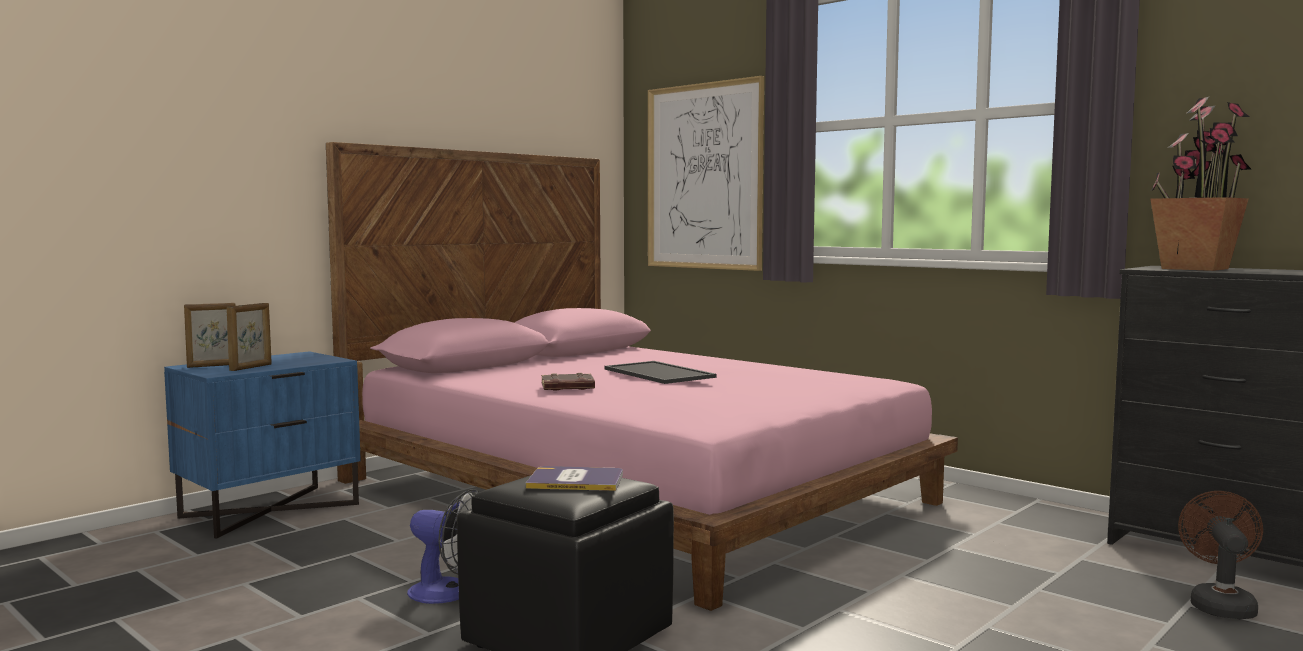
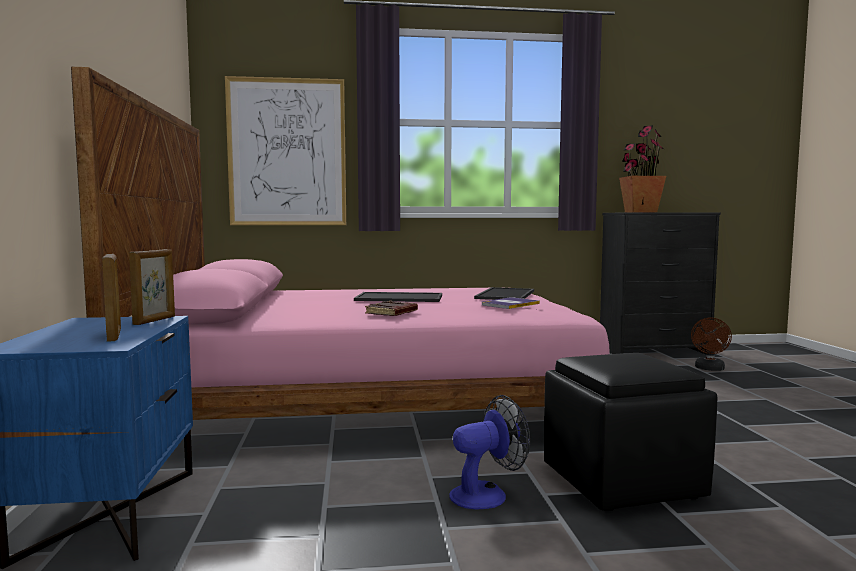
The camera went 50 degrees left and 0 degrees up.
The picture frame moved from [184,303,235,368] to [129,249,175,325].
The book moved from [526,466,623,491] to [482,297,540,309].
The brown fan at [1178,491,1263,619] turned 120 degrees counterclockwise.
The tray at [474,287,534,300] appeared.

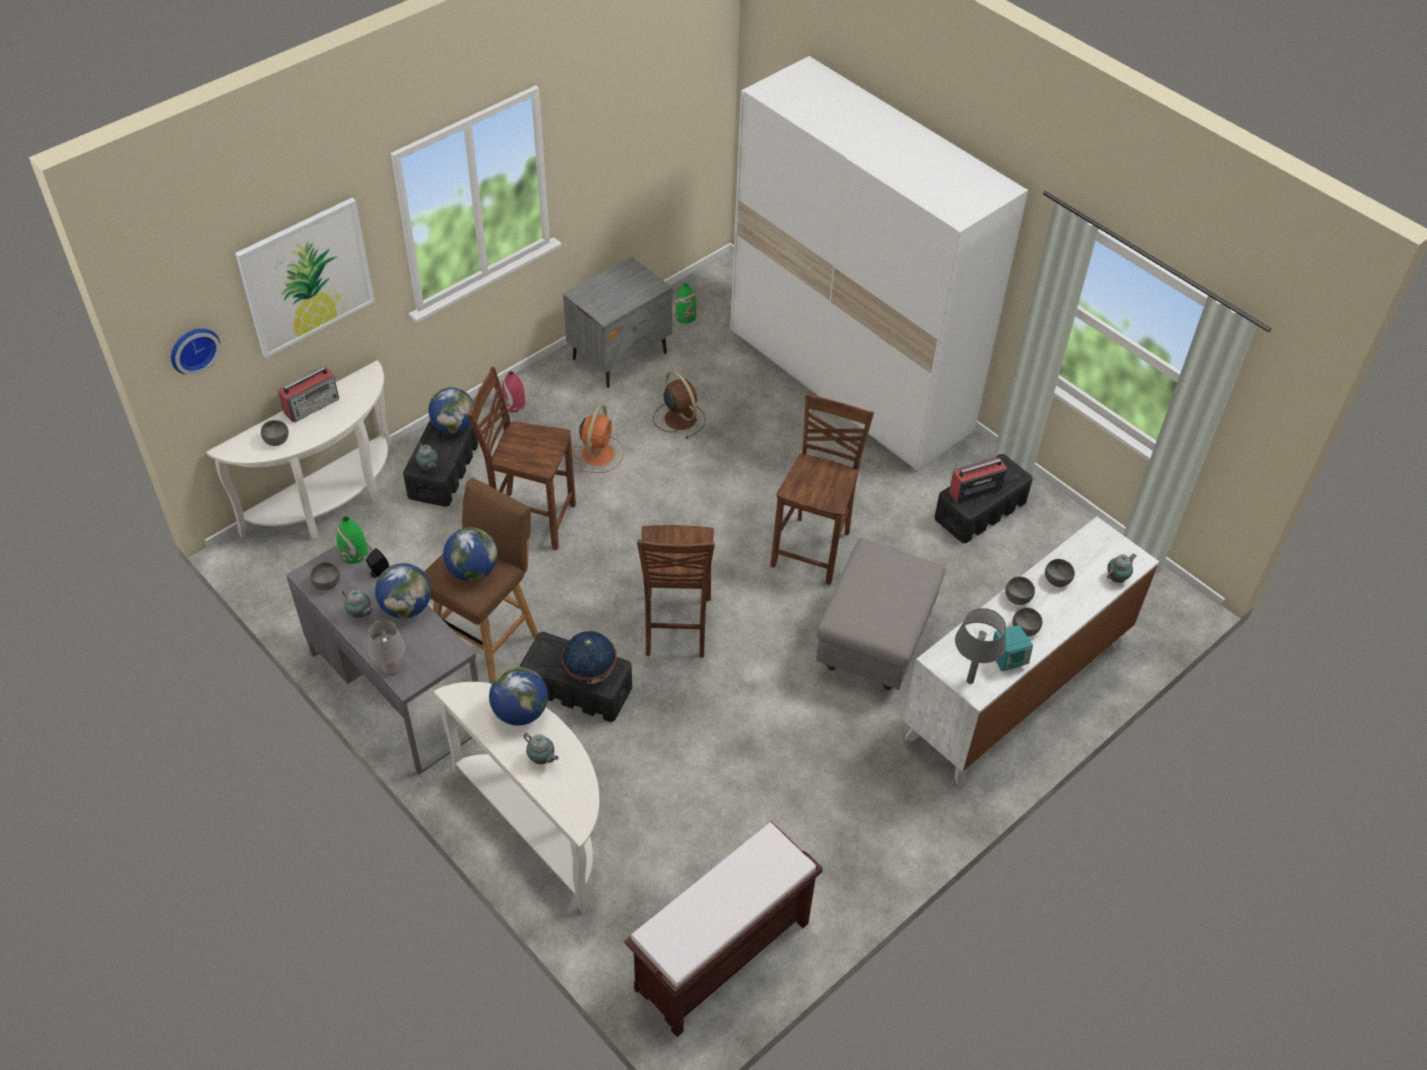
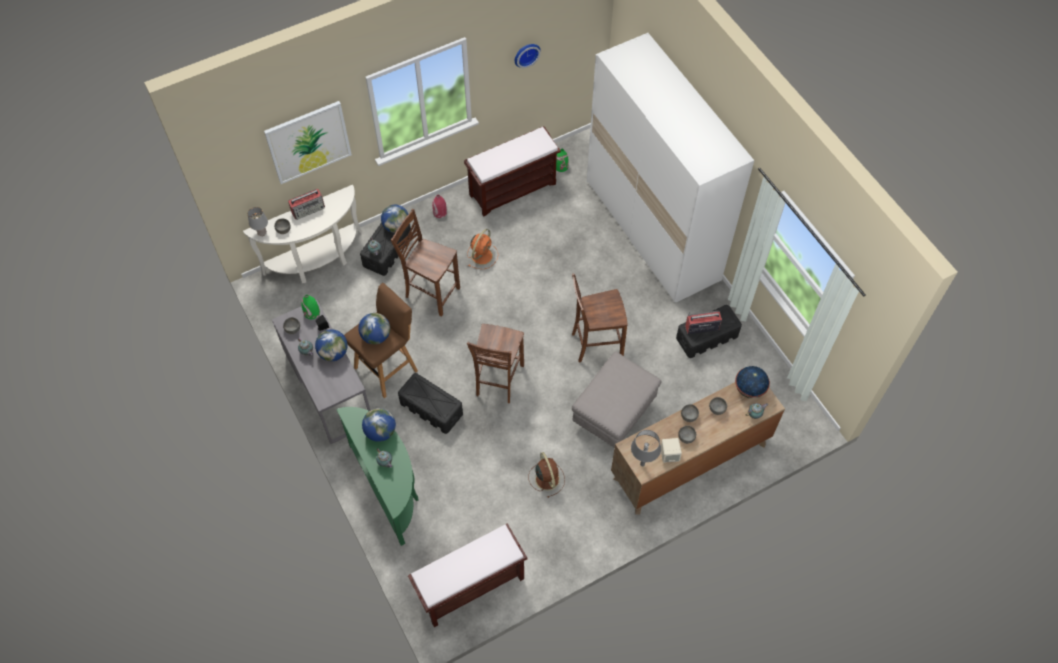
The camera went 15 degrees right and 10 degrees up.
The wall clock moved from [171,328,220,375] to [515,44,541,68].
The grey table lamp moved from [368,619,405,675] to [248,207,268,236].
The white console table at [434,682,600,913] became the green console table at [336,407,419,546].
The globe moved from [562,631,617,684] to [735,366,770,399].
The grey nightstand at [563,257,672,388] was replaced by the brown bench at [464,126,561,217].
The brown fan moved from [653,371,706,439] to [528,452,565,498].
The brown chair at [770,393,874,585] turned 135 degrees counterclockwise.
The white dresser at [903,517,1159,786] became the brown dresser at [611,382,785,515].
The turquoise speaker at [993,625,1033,671] became the beige speaker at [661,438,682,463].

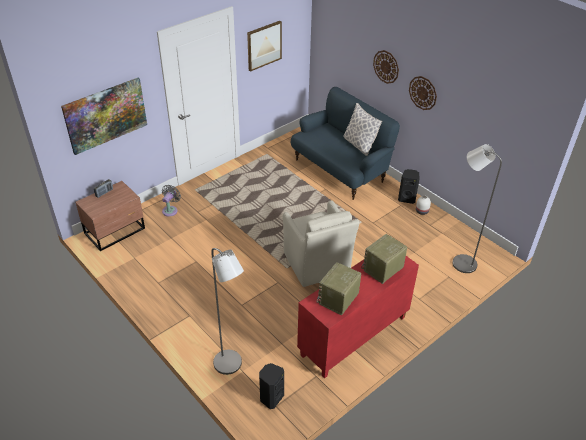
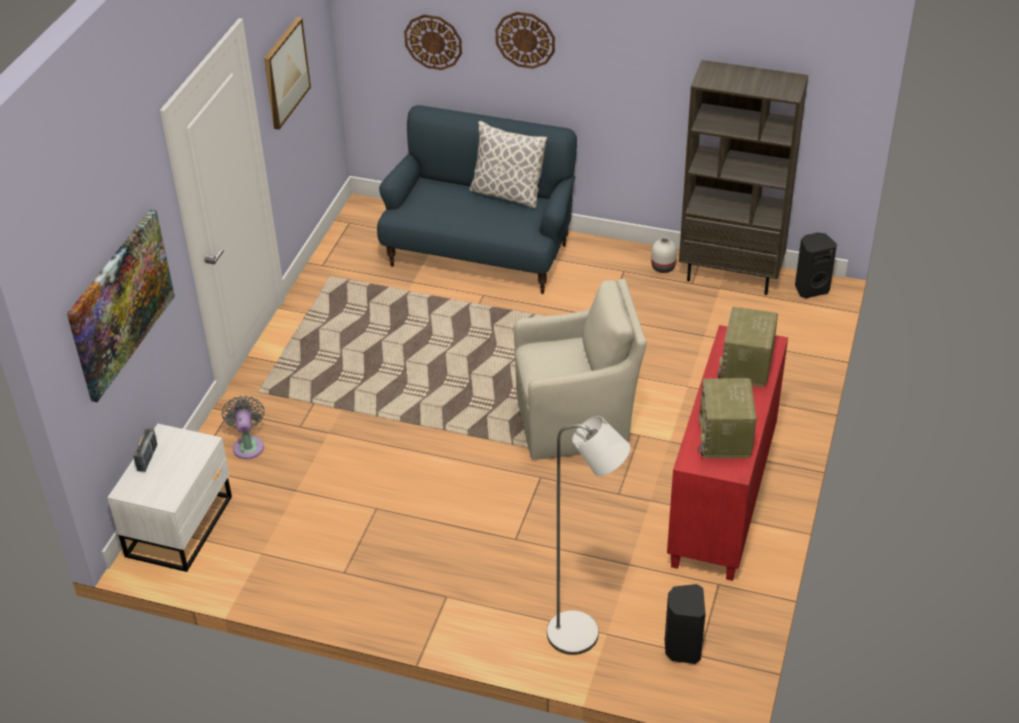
The camera went 30 degrees left and 0 degrees up.
The brown nightstand at [75,181,145,251] became the white nightstand at [107,424,232,572].
The beige armchair at [283,200,359,287] turned 45 degrees counterclockwise.
The black speaker moved from [398,169,420,204] to [795,232,837,298].
The wall clock moved from [409,76,437,110] to [404,14,462,70].
The grey floor lamp at [452,144,502,273] disappeared.
The brown bookcase at [679,60,808,295] appeared.

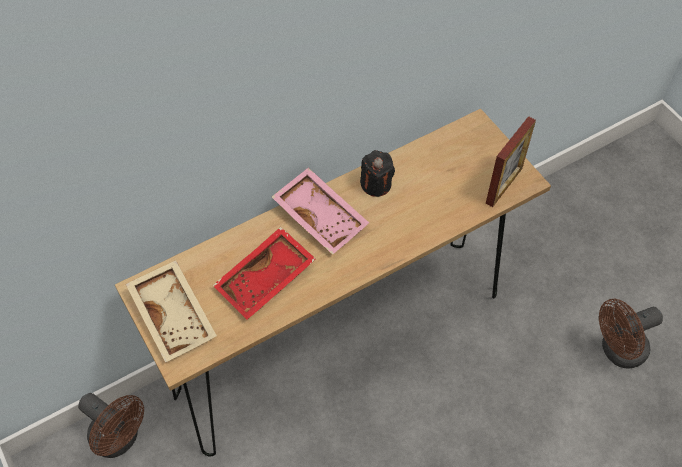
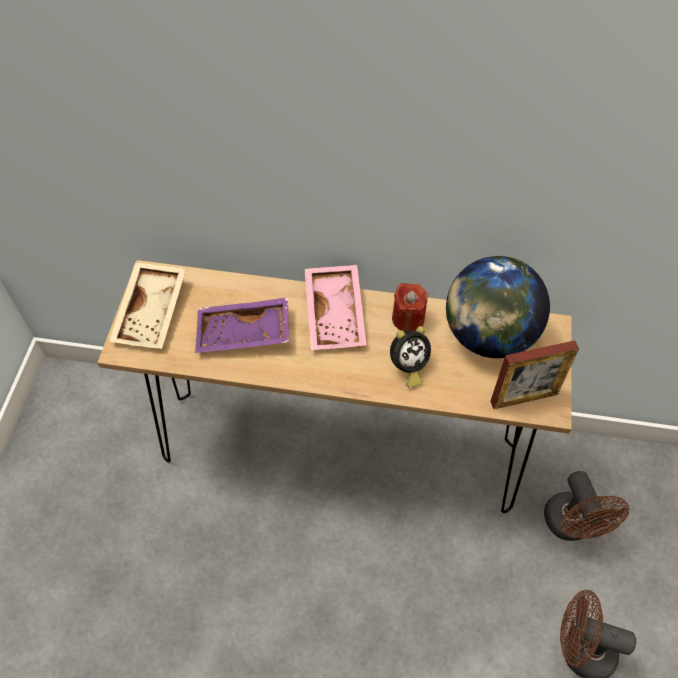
The camera went 40 degrees right and 0 degrees up.
The brown fan moved from [78,393,144,458] to [544,471,629,541].
The red tray at [213,227,316,320] became the purple tray at [195,297,289,353].
The black candle at [360,150,395,197] became the red candle at [392,283,428,331].
The alarm clock at [390,326,431,387] appeared.
The globe at [446,256,550,358] appeared.

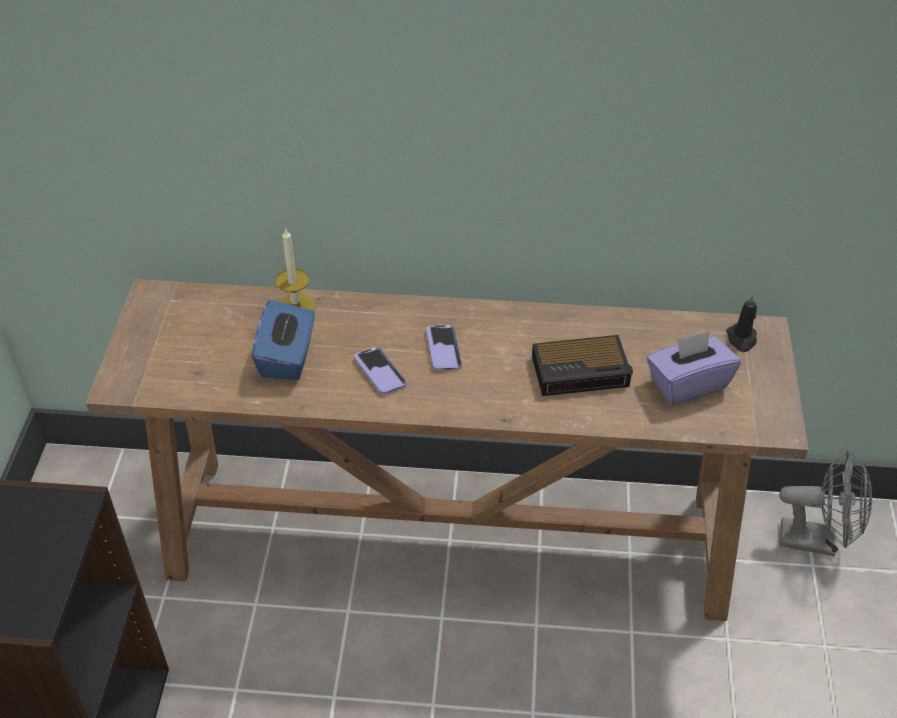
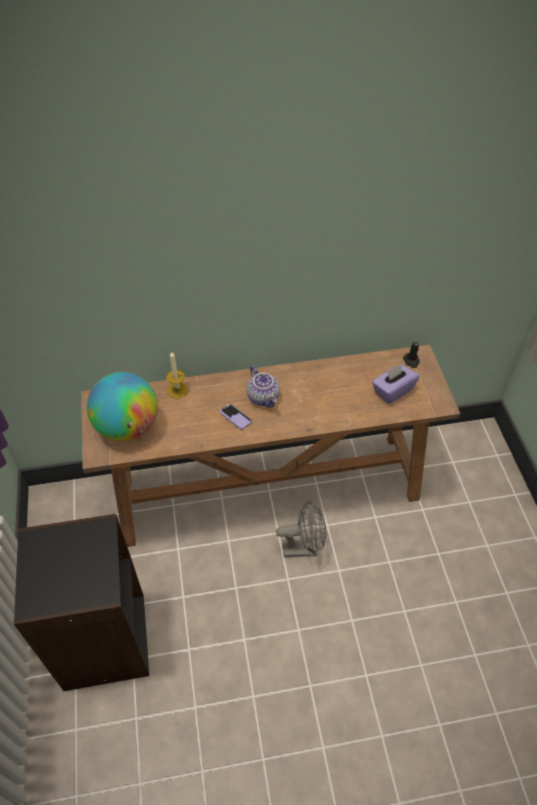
The camera went 15 degrees left and 5 degrees up.
The blue tissue box at [252,300,315,380] disappeared.
The phone at [426,325,462,371] was replaced by the teapot at [247,365,280,408].
The alarm clock at [532,335,633,396] disappeared.
The grey fan moved from [779,450,872,556] to [276,501,326,557].
The globe at [87,372,158,442] appeared.

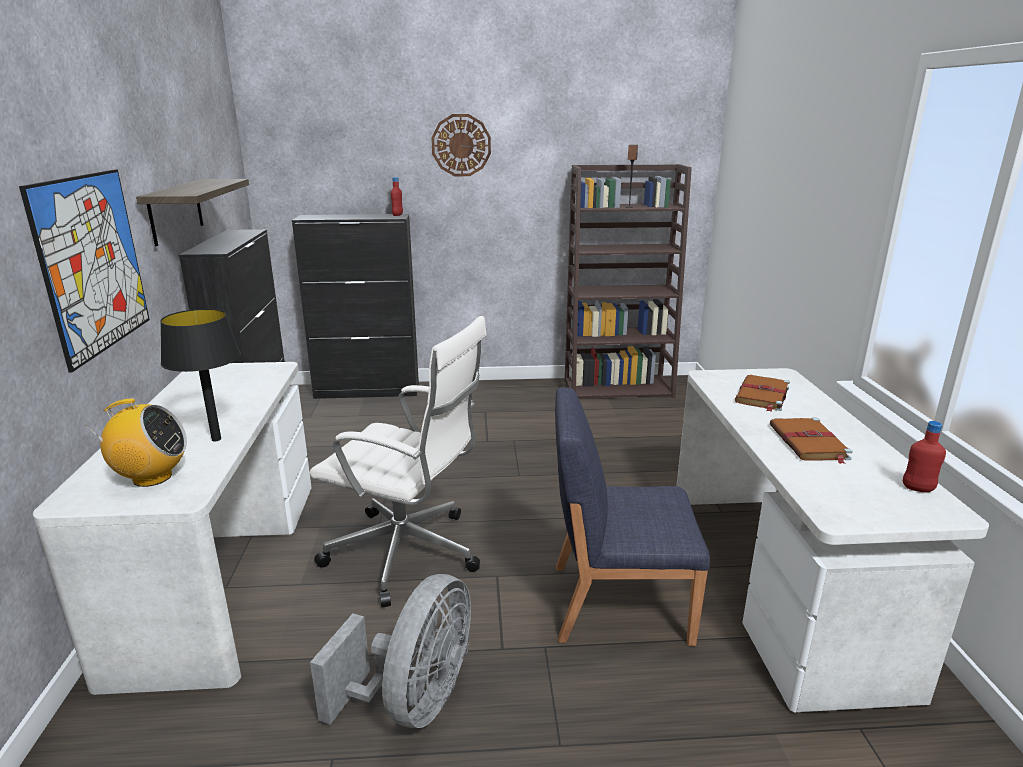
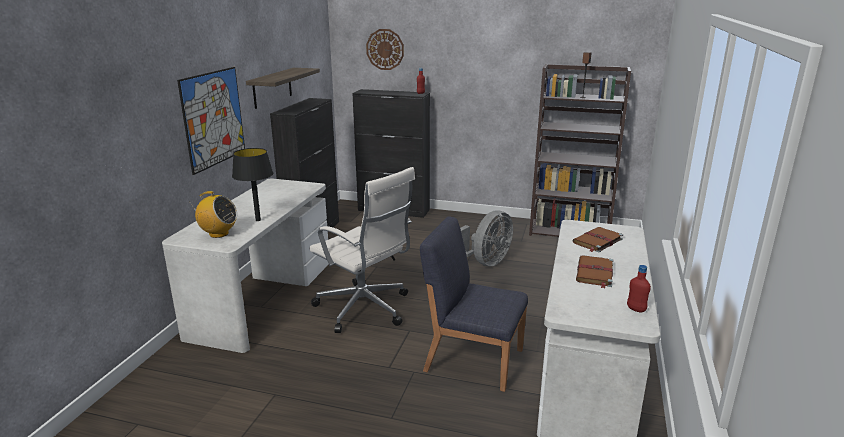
The camera went 20 degrees right and 0 degrees up.
The grey fan moved from [310,574,471,728] to [460,210,513,266].
The wall clock moved from [431,114,491,176] to [366,29,404,70].

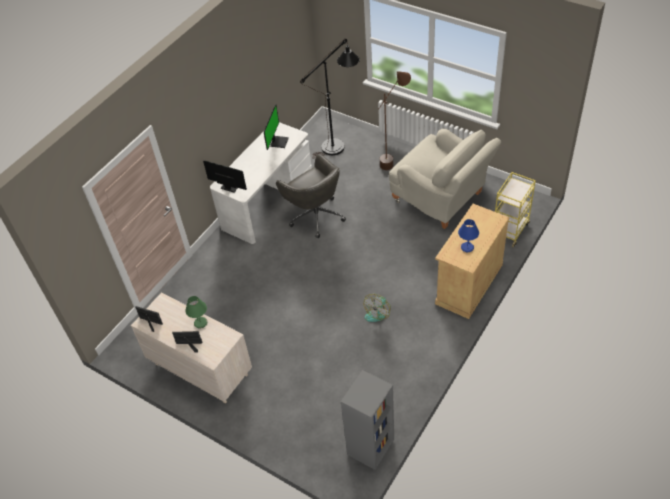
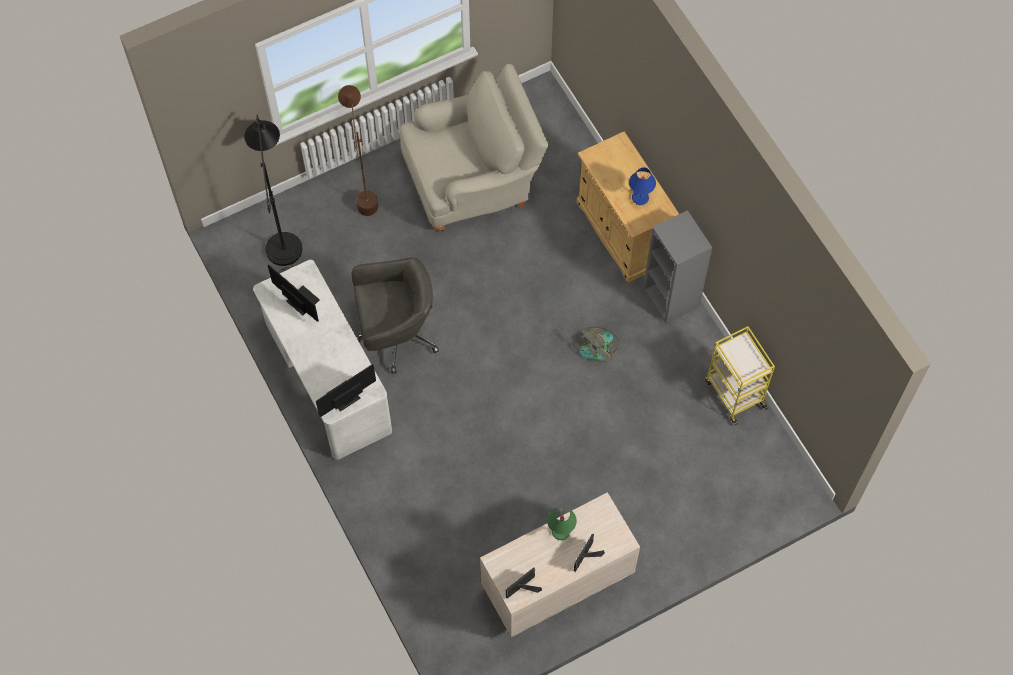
The camera went 65 degrees left and 15 degrees up.
The grey bookcase moved from [341,370,394,470] to [643,210,712,324].
The fan at [364,294,391,322] turned 75 degrees clockwise.
The yellow cart moved from [495,172,536,248] to [705,326,775,425].

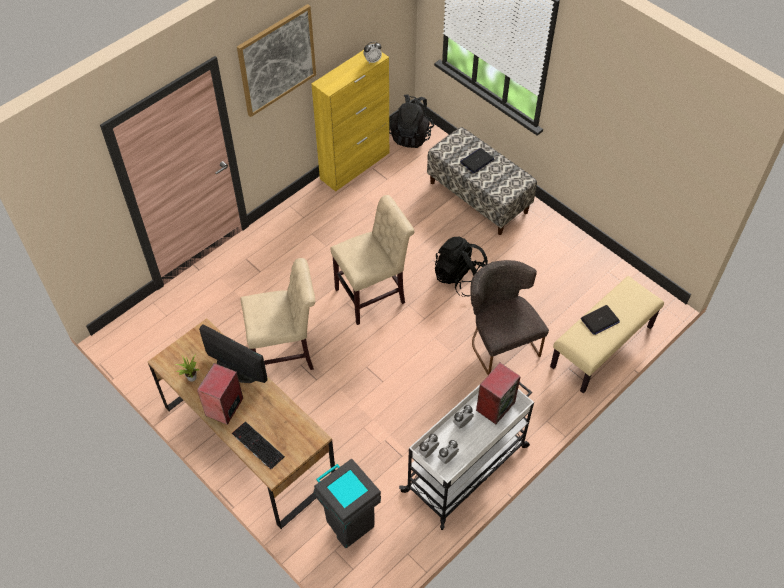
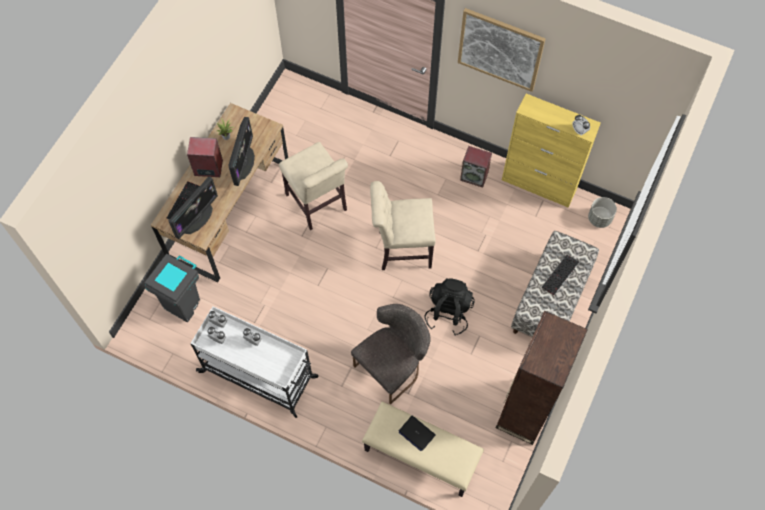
The camera went 70 degrees right and 10 degrees up.
The beige chair at [330,195,414,325] turned 135 degrees clockwise.
The black backpack at [389,94,434,148] was replaced by the grey planter at [588,197,617,228].
The laptop at [460,148,494,173] was replaced by the keyboard at [542,254,579,295].
The speaker moved from [476,363,521,424] to [460,146,492,187].
The monitor at [169,177,218,239] appeared.
The brown bookcase at [496,311,588,445] appeared.

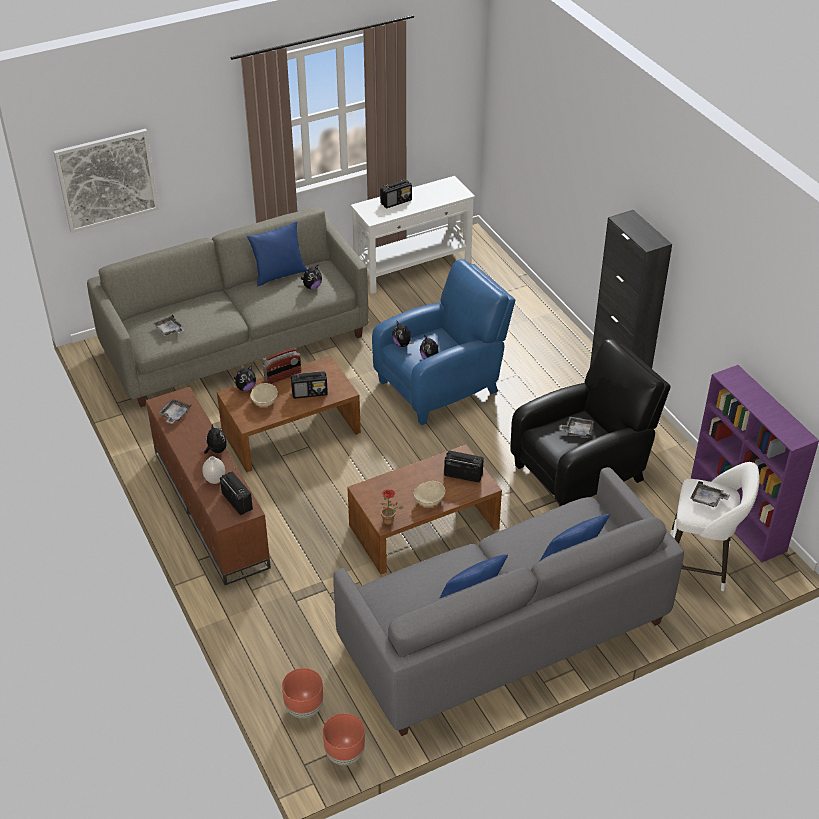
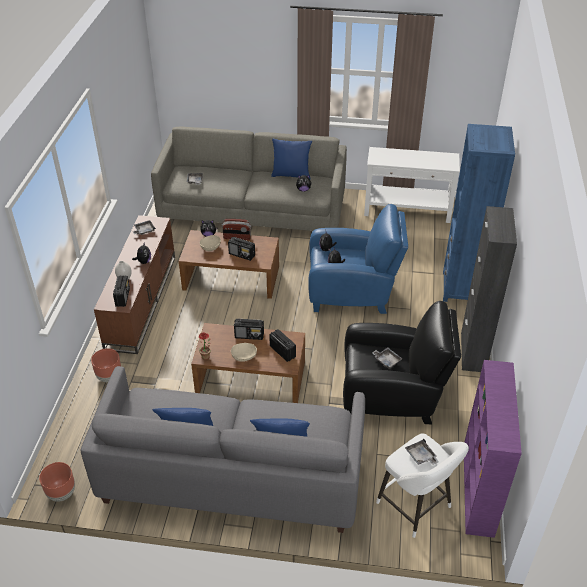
The camera went 35 degrees right and 0 degrees up.
The picture at [53,129,159,233] disappeared.
The brown planter moved from [282,668,323,719] to [91,348,121,382].
The radio moved from [380,180,412,208] to [234,319,264,340].
The blue bookcase at [443,124,515,302] appeared.

